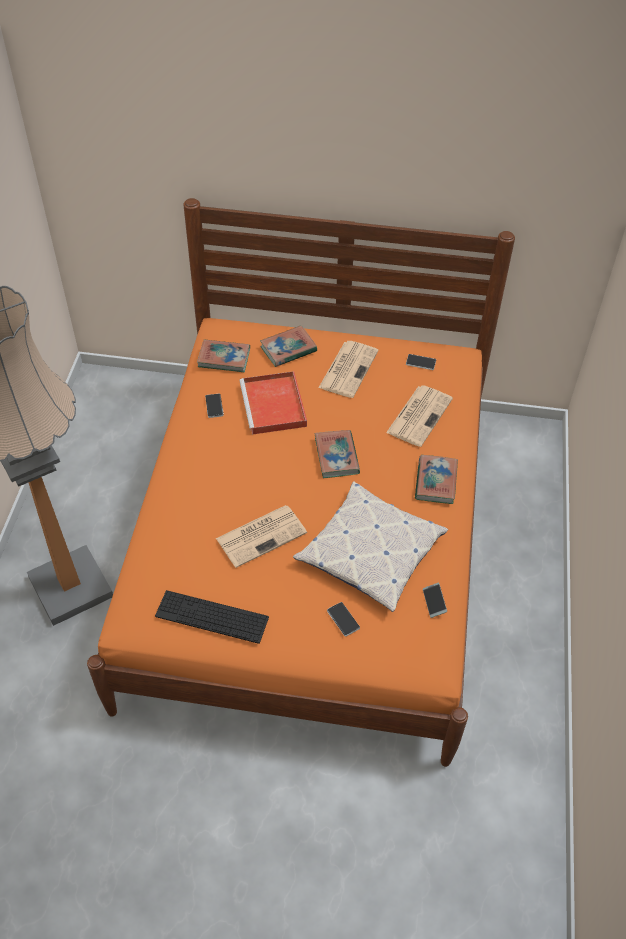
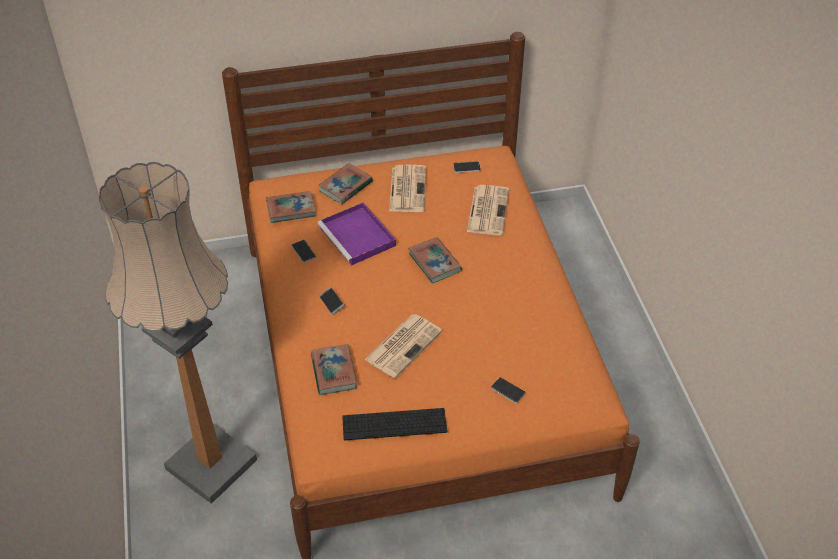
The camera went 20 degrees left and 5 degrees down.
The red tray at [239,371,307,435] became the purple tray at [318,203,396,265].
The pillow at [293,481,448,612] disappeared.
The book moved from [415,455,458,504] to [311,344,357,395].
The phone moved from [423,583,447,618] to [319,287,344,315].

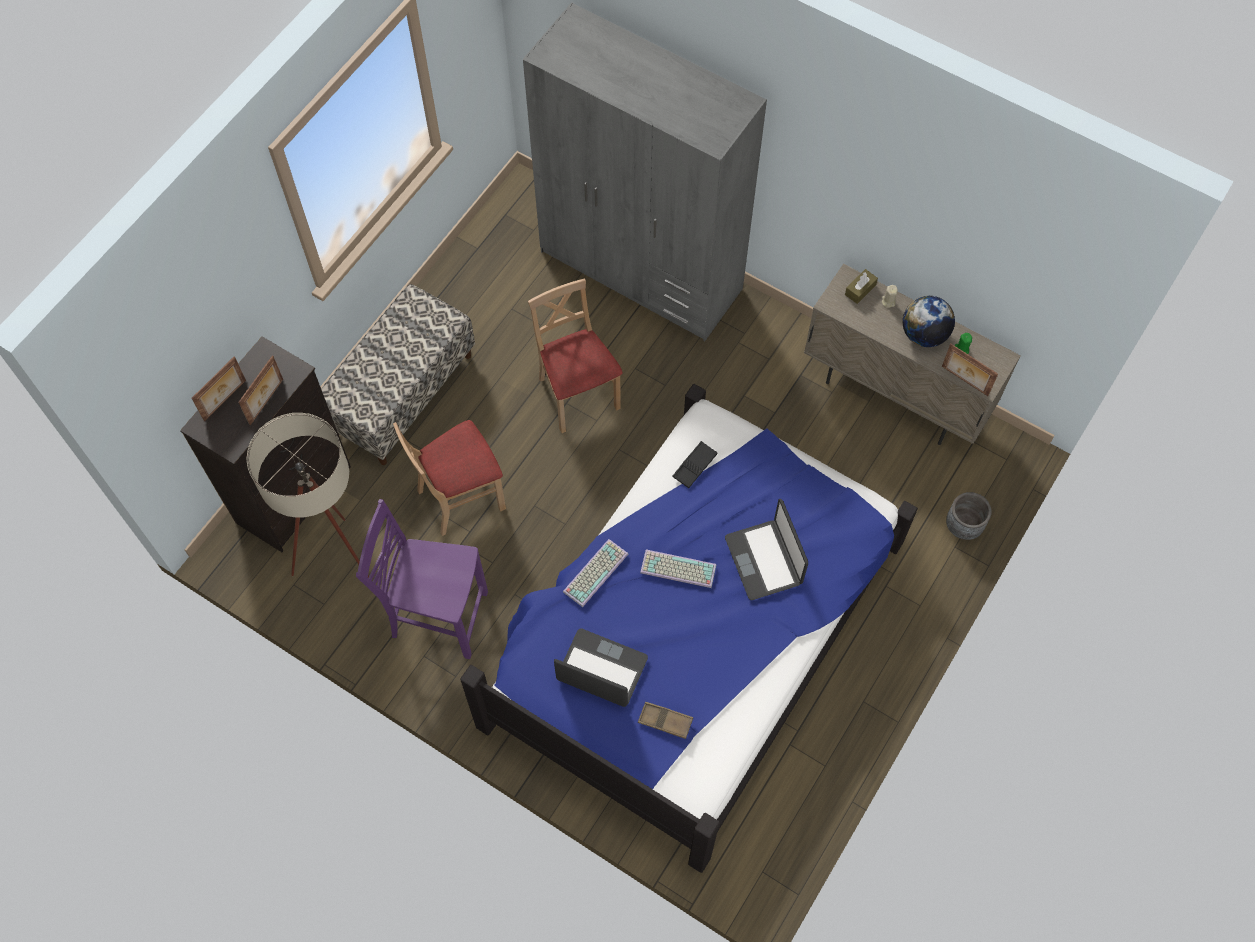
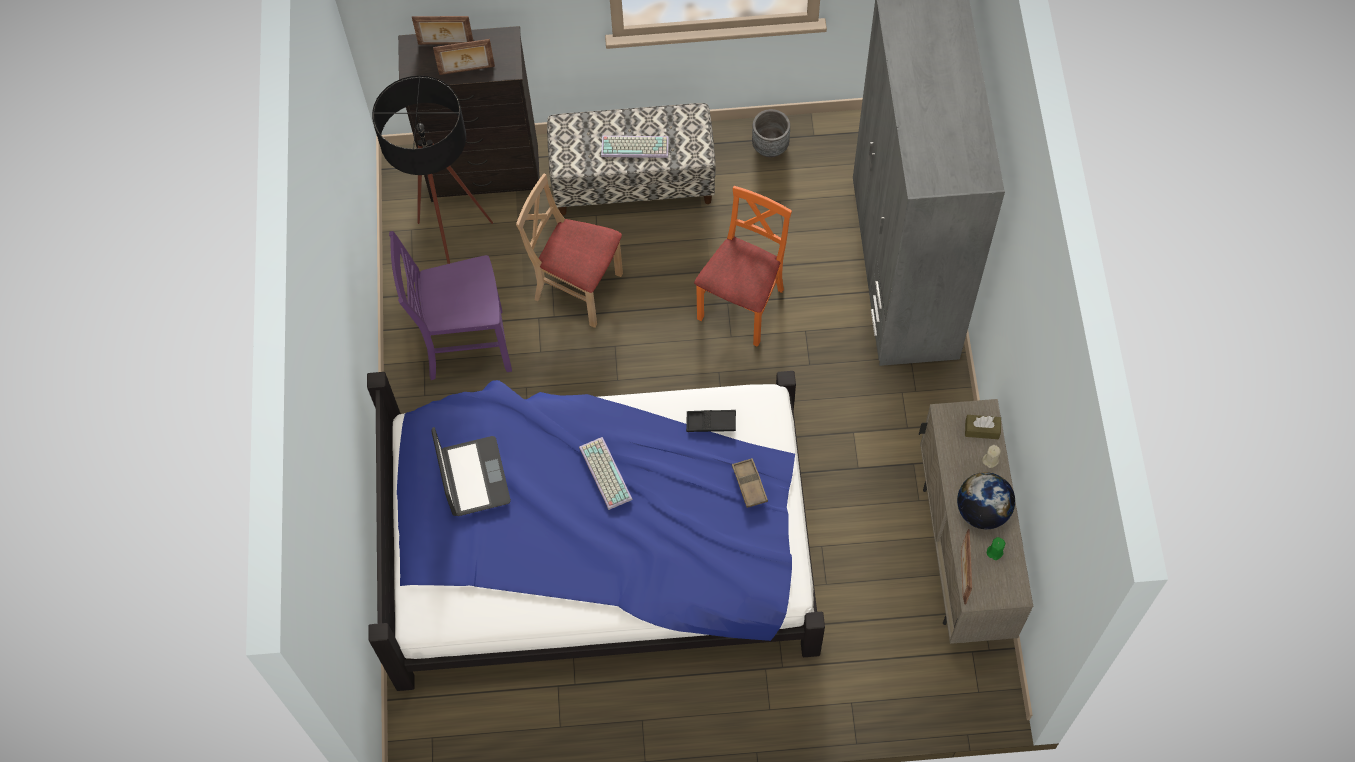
The camera went 55 degrees right and 0 degrees up.
The beige floor lamp at [246,413,369,577] became the black floor lamp at [372,75,493,264].
The purple chair at [356,499,488,659] turned 75 degrees counterclockwise.
The beige chair at [528,278,623,433] became the orange chair at [694,186,792,347].
The keyboard moved from [563,539,628,607] to [601,136,669,158].
The brown tray moved from [638,702,693,739] to [732,458,768,508].
The laptop at [725,499,808,600] disappeared.
The grey planter moved from [946,492,992,540] to [752,109,790,157].

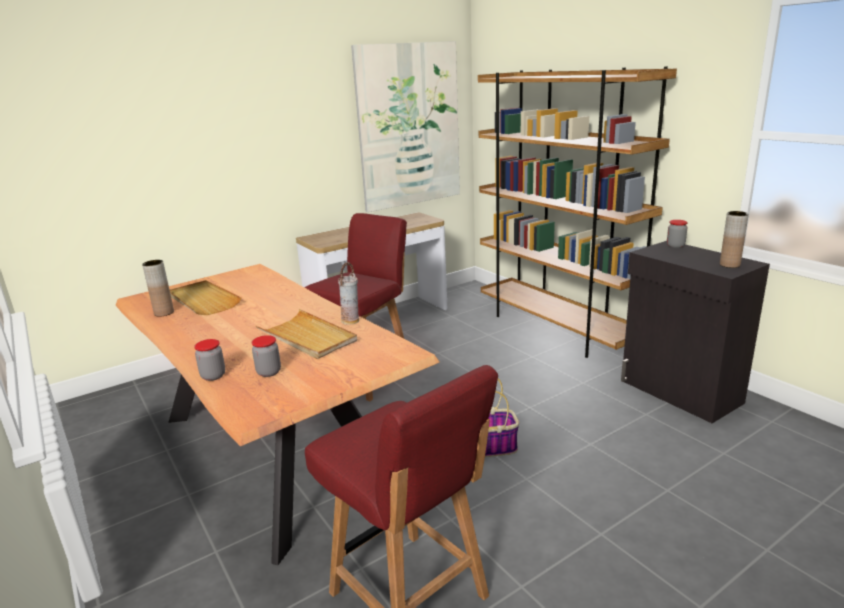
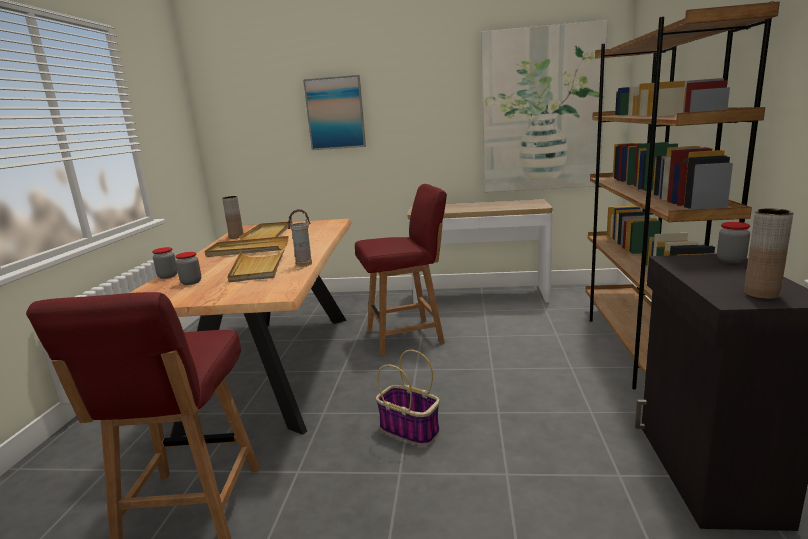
The camera went 40 degrees right and 5 degrees down.
The beige tray at [205,236,288,257] appeared.
The picture at [303,75,366,150] appeared.

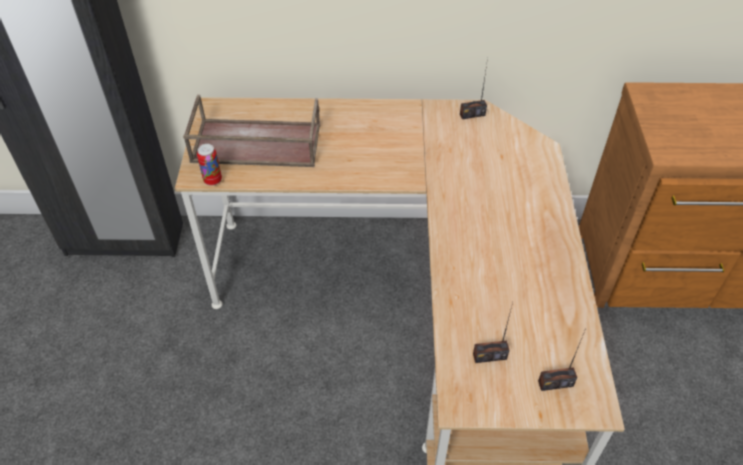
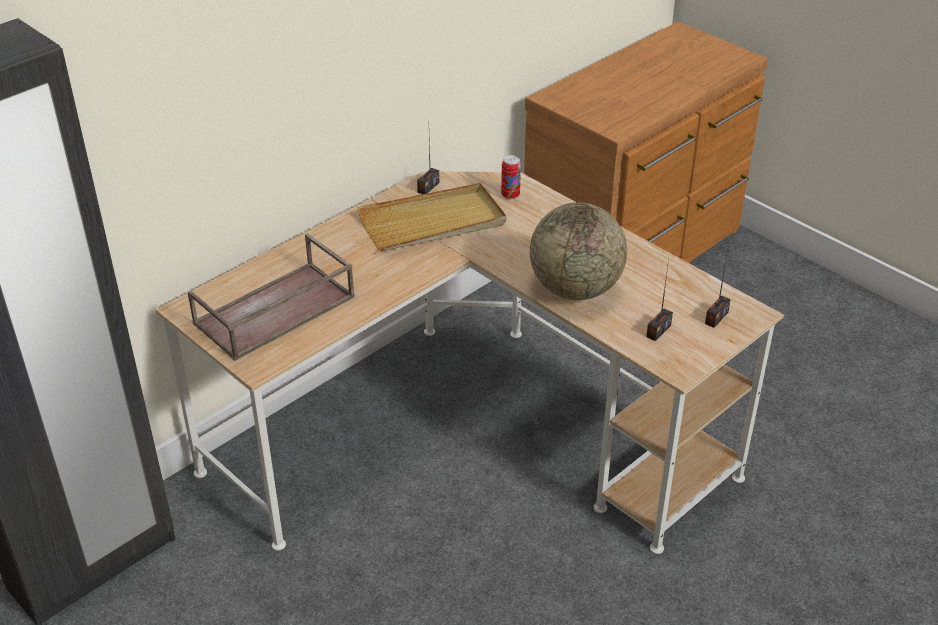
The camera went 45 degrees left and 10 degrees down.
The can moved from [197,144,222,186] to [501,155,521,200].
The beige tray at [357,183,506,251] appeared.
The globe at [530,202,627,300] appeared.

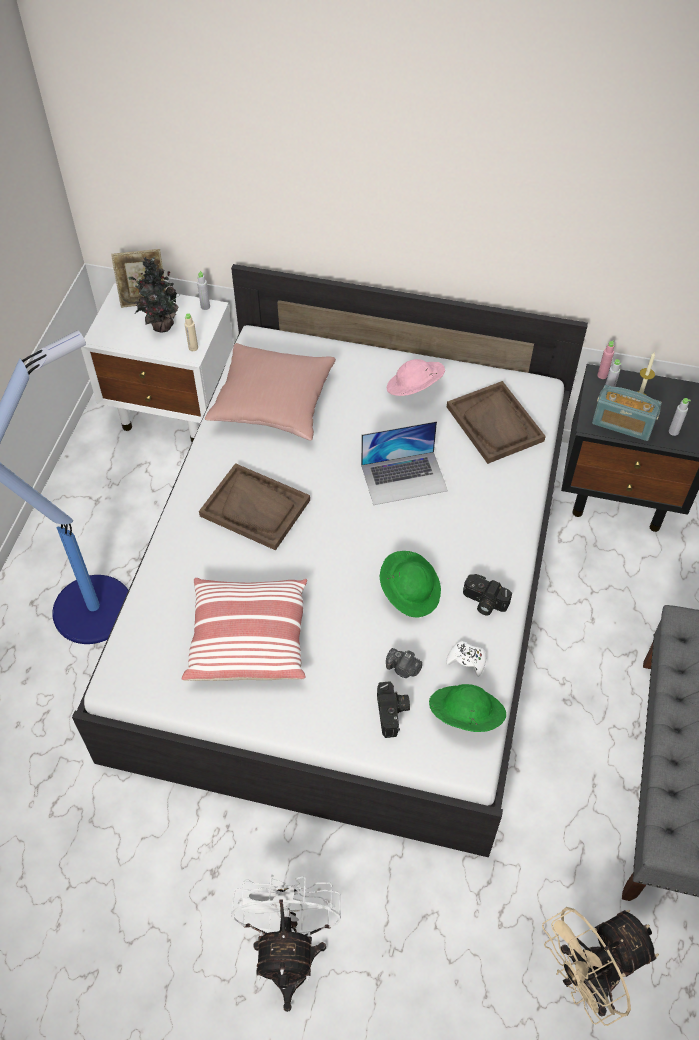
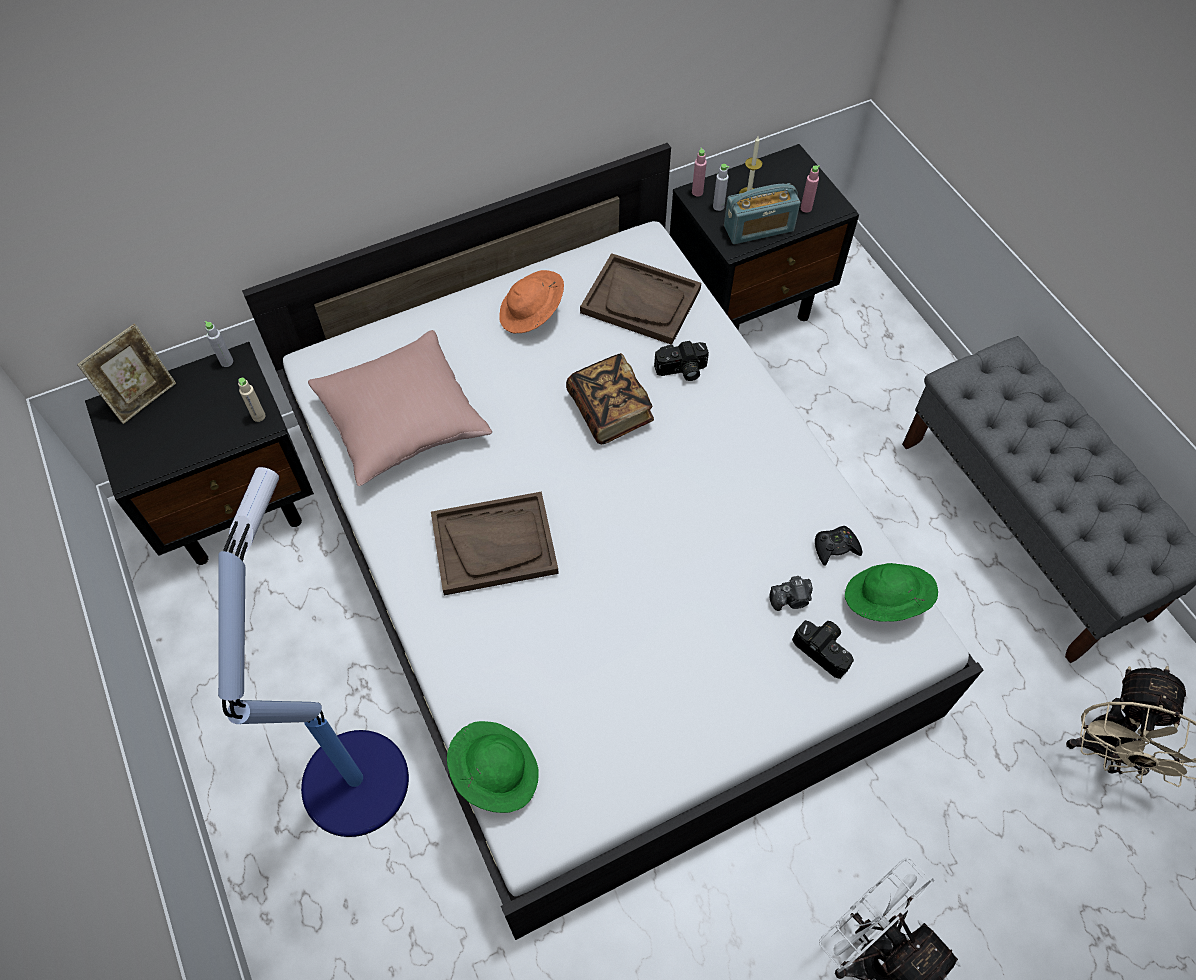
The camera went 40 degrees left and 5 degrees up.
The white nightstand at [81,283,233,442] became the black nightstand at [85,342,314,565].
The potted plant at [128,257,178,332] disappeared.
The pillow at [182,578,307,681] disappeared.
The laptop at [361,421,448,505] was replaced by the book at [566,353,654,444].
The green hat moved from [380,551,441,618] to [447,721,539,813].
The pink hat at [387,359,445,396] became the orange hat at [499,270,564,334].
The white game controller at [446,641,486,677] became the black game controller at [815,526,862,566].
The photo camera moved from [463,574,512,616] to [654,341,709,381].
The grey bottle at [669,398,691,436] became the pink bottle at [801,165,820,213].

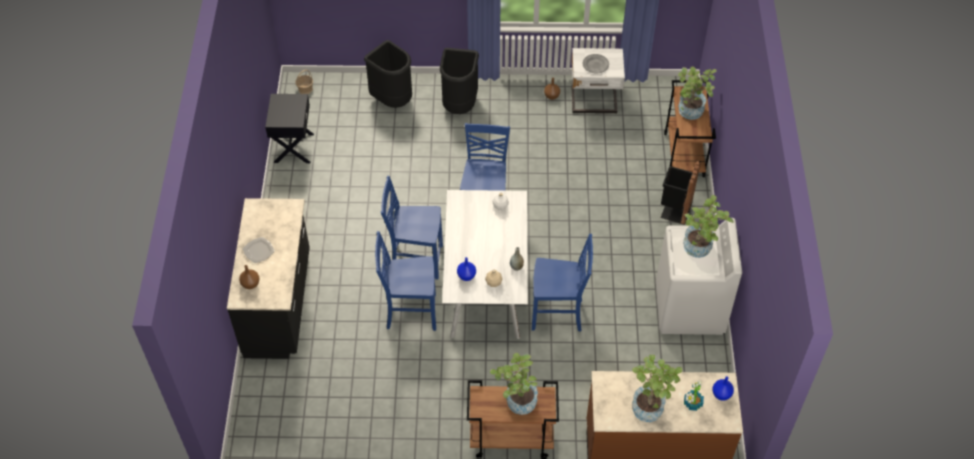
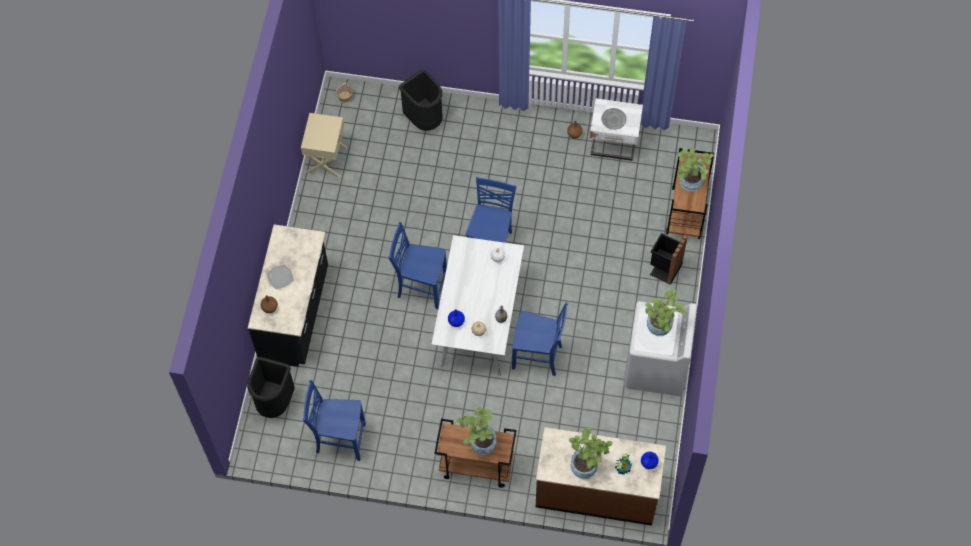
The camera went 10 degrees right and 10 degrees up.
The black nightstand at [265,94,314,163] became the beige nightstand at [301,113,347,177].
The blue chair moved from [375,231,436,331] to [303,380,366,461].
The black trash can moved from [440,48,479,114] to [247,357,295,418].

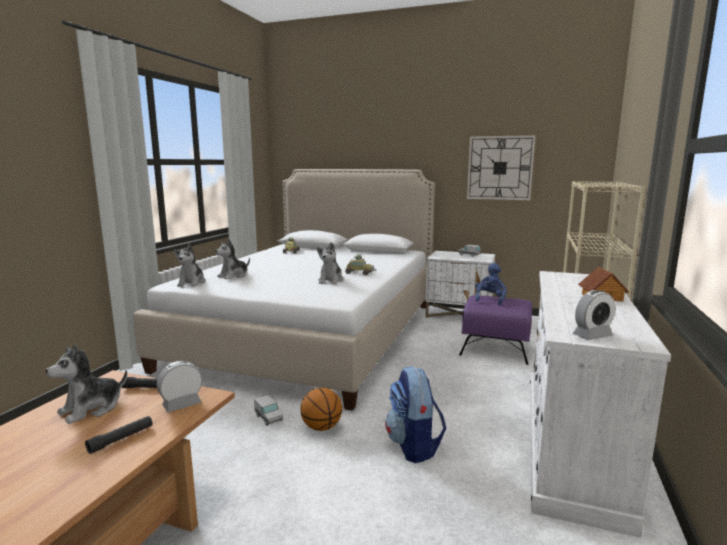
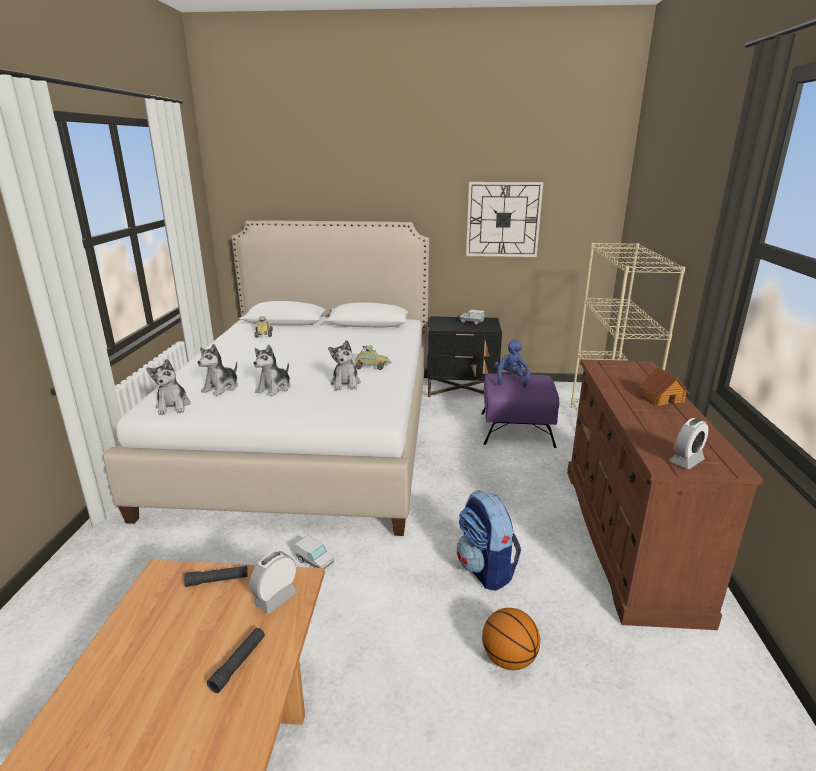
The camera went 15 degrees left and 10 degrees up.
The plush toy moved from [46,344,127,424] to [254,345,291,396].
The basketball moved from [301,388,342,431] to [482,608,540,670].
The white nightstand at [426,251,495,318] became the black nightstand at [428,316,502,397].
The white dresser at [530,271,671,538] became the brown dresser at [567,359,763,630].

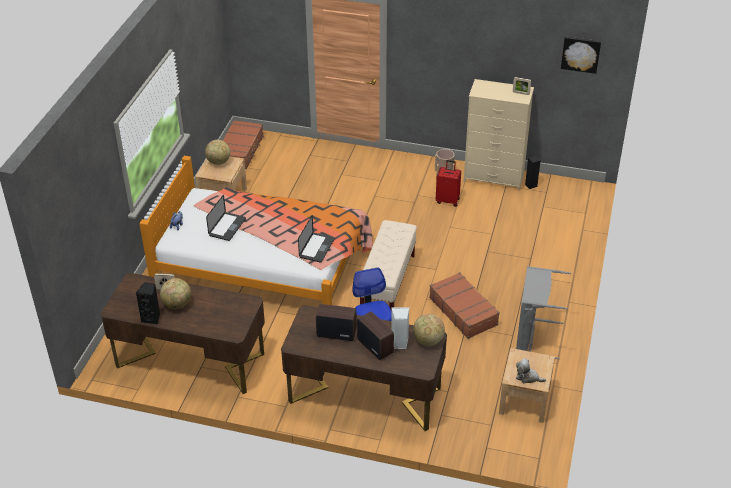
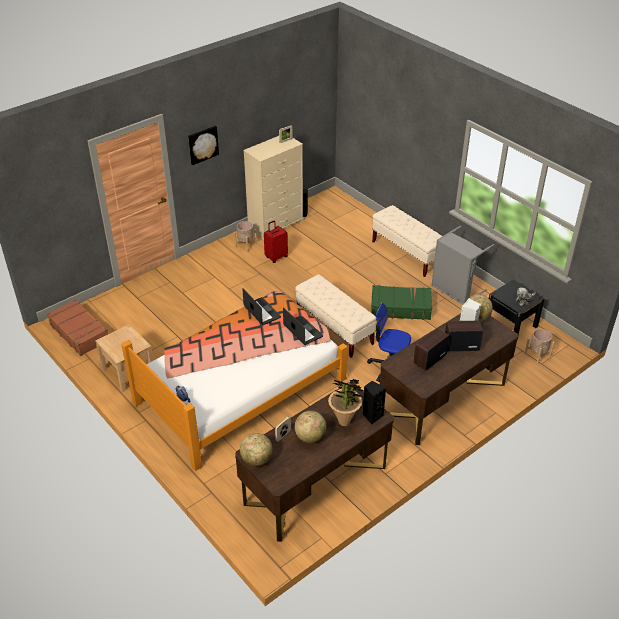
The camera went 55 degrees left and 0 degrees up.
The black speaker moved from [136,282,160,325] to [363,381,386,424].
The globe moved from [205,140,230,165] to [240,433,273,466].
The laptop moved from [206,195,246,241] to [243,289,281,325].
The brown suitcase at [429,272,500,339] became the green suitcase at [371,285,432,320].
The beige nightstand at [499,348,555,423] became the black nightstand at [489,279,544,335].
The picture moved from [561,37,601,74] to [188,126,219,165].
The potted plant at [328,379,366,426] appeared.
The beige bench at [372,205,442,277] appeared.
The beige planter at [525,329,555,364] appeared.

